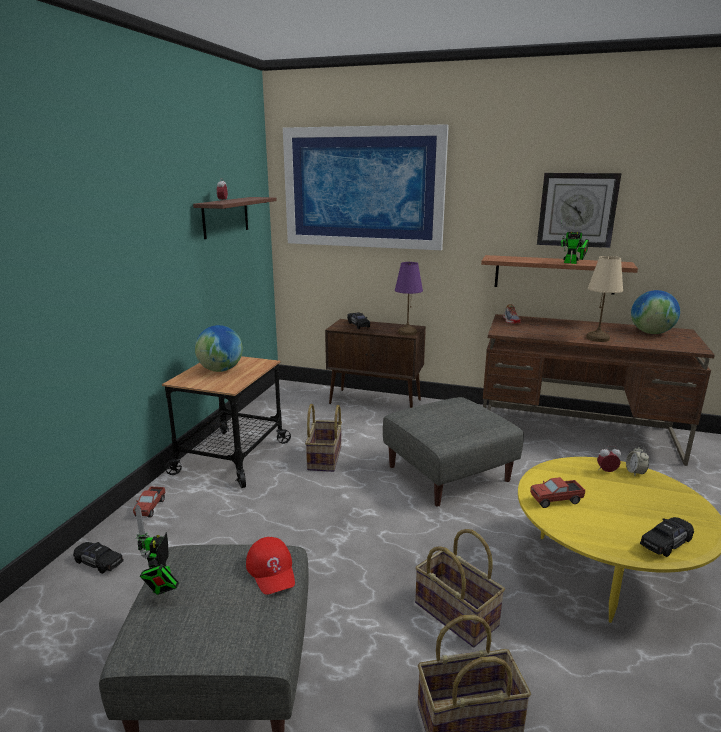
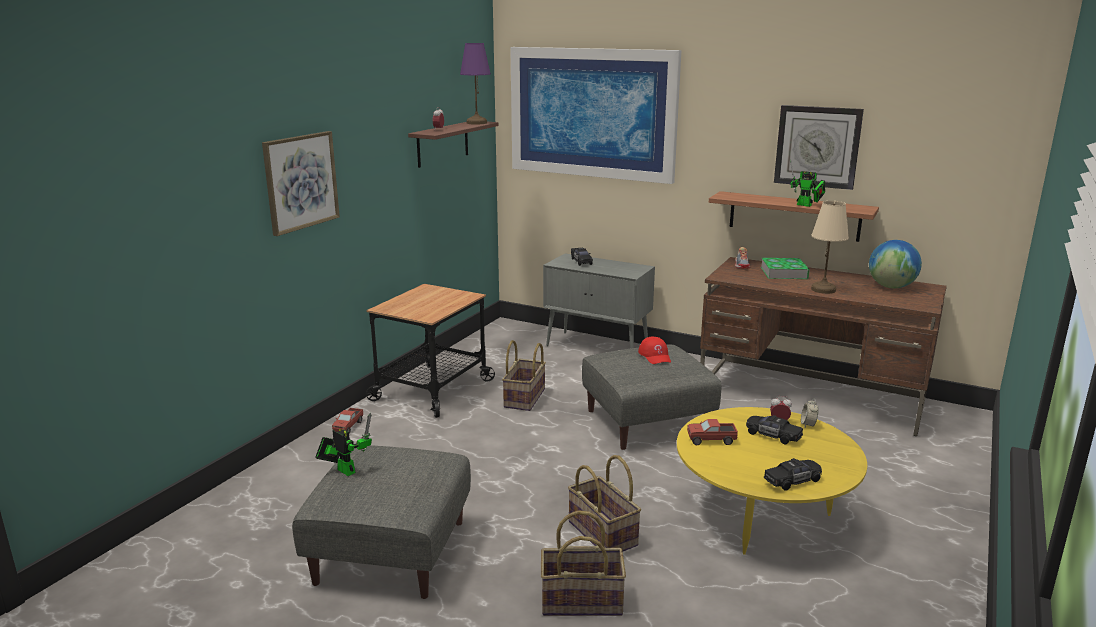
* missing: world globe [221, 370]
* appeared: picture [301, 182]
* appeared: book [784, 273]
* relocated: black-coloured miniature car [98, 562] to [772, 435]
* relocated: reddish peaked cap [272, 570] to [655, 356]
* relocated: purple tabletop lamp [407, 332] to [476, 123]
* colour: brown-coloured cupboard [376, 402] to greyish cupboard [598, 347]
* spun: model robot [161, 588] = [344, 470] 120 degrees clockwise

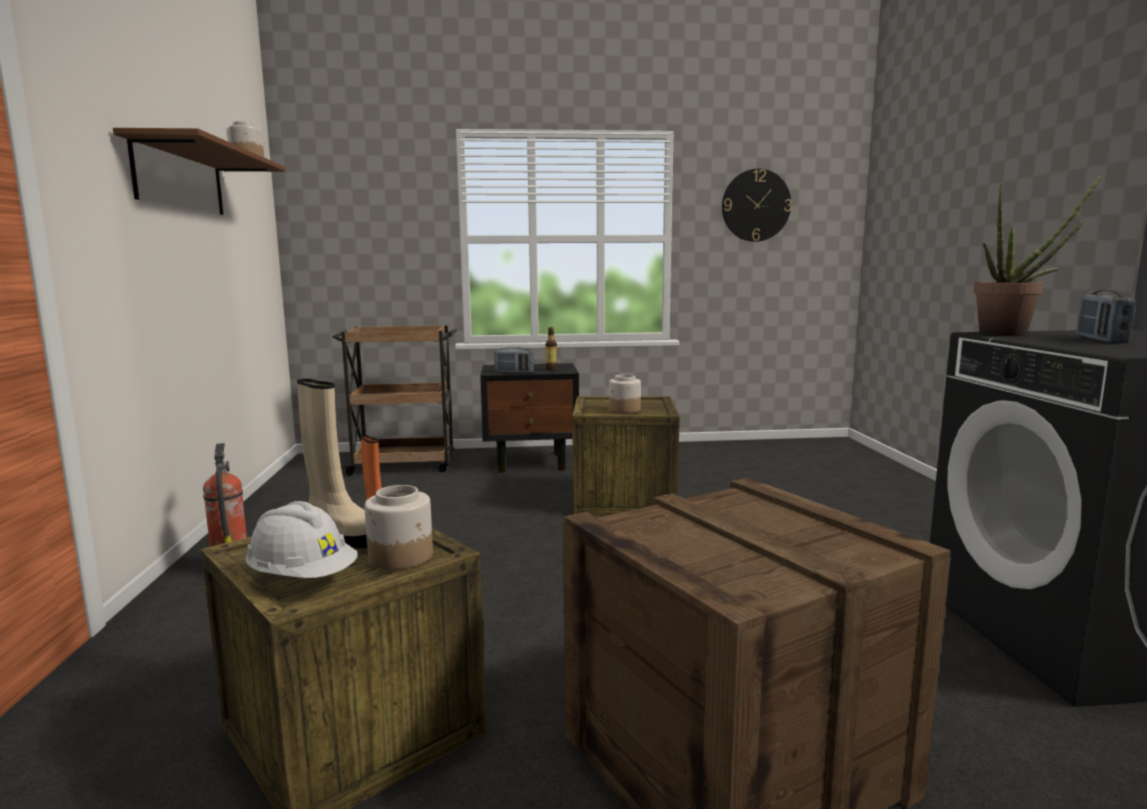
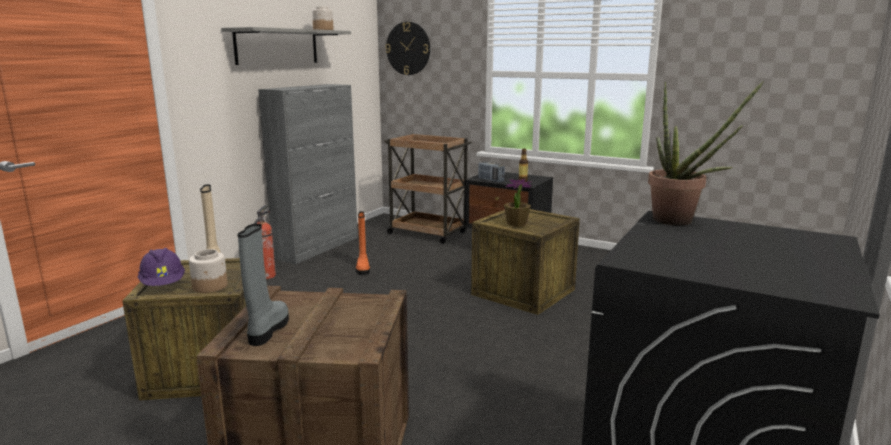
* missing: radio receiver [1100, 340]
* appeared: greyish boot [268, 329]
* appeared: greyish cupboard [318, 247]
* relocated: wall clock [756, 205] to [408, 48]
* exchanged: jar [624, 409] to plant in a pot [516, 223]
* colour: brown-coloured wall shelf [180, 179] to greyish wall shelf [277, 46]
* colour: white safety helmet [303, 578] to purple safety helmet [163, 285]

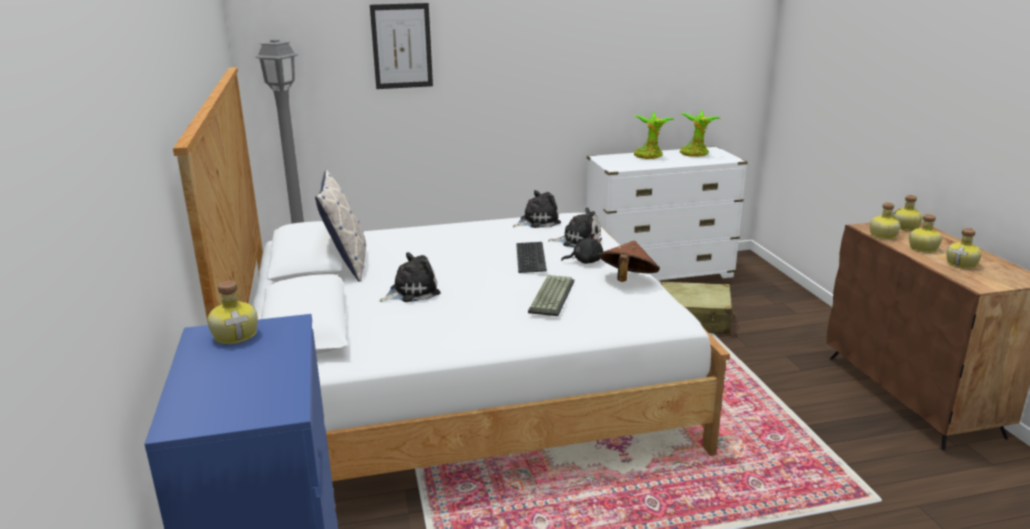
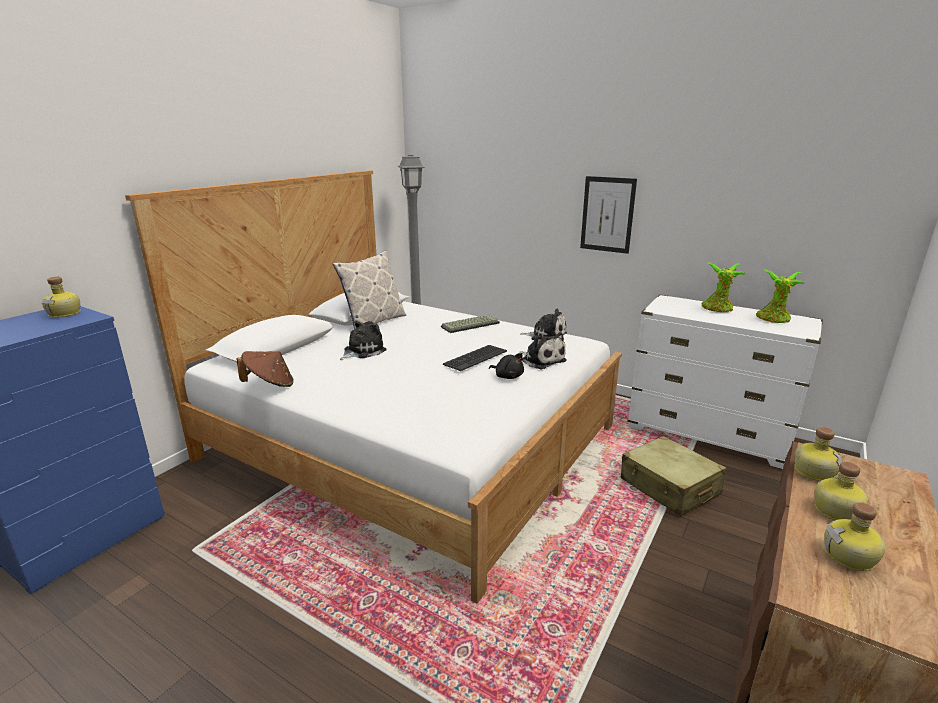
* missing: drink bottle [905, 227]
* relocated: picture [402, 46] to [607, 214]
* relocated: computer keyboard [550, 296] to [470, 324]
* relocated: brown-coloured clothing hat [628, 280] to [270, 385]
* spun: plush toy [411, 292] = [362, 351] 60 degrees counterclockwise

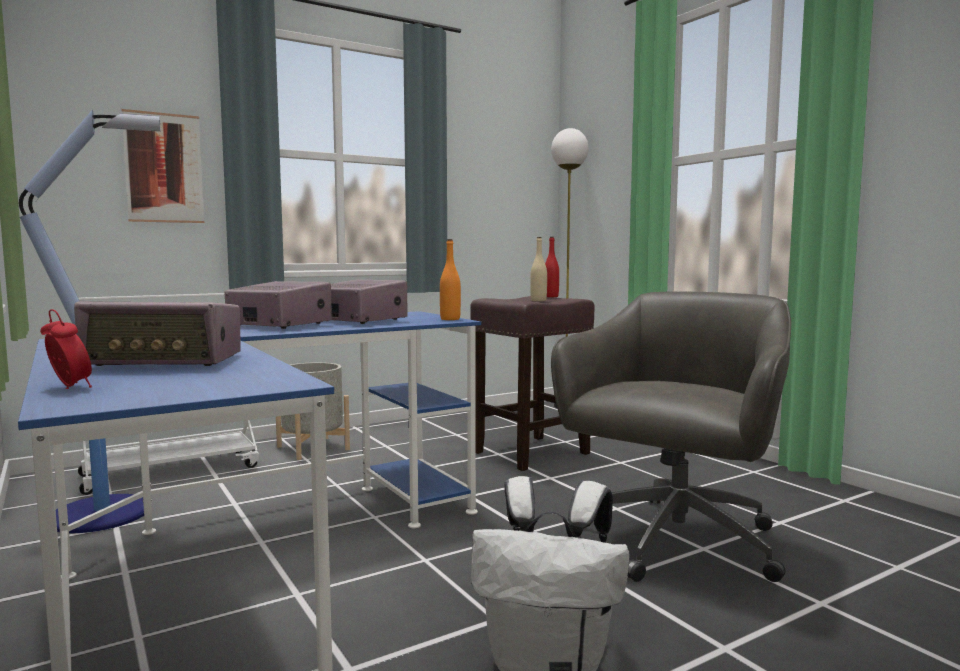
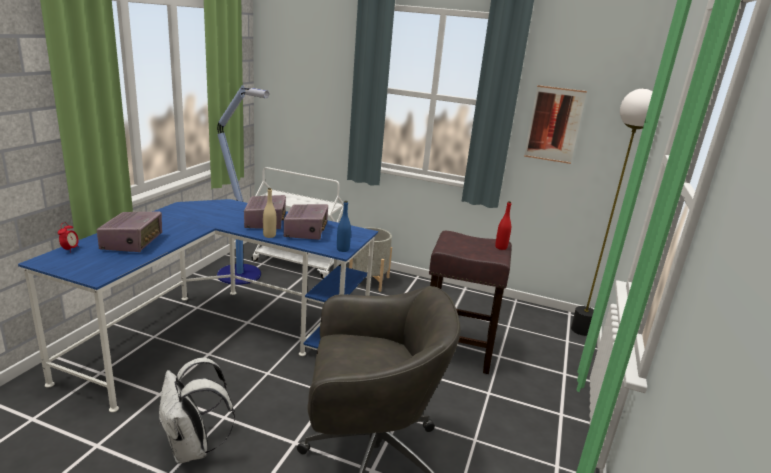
* relocated: picture [164, 168] to [554, 124]
* relocated: sand-coloured drink bottle [538, 300] to [269, 235]
* colour: orangey drink bottle [450, 319] to bluish drink bottle [343, 249]
* spun: radio receiver [167, 362] = [133, 242] 135 degrees counterclockwise

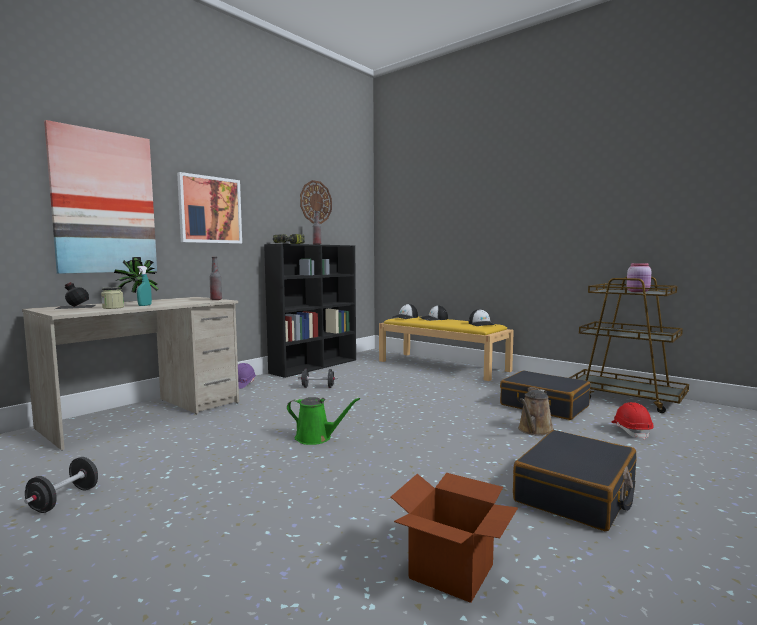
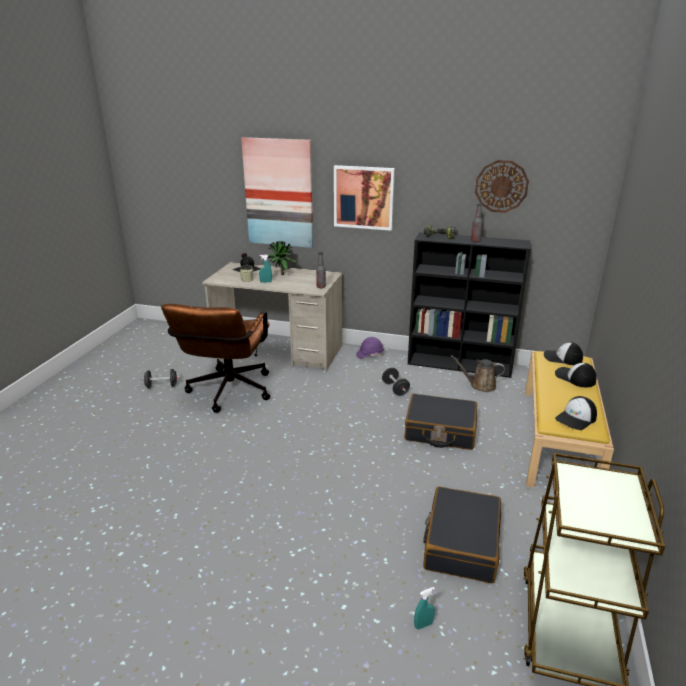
* missing: greenish watering can [316, 438]
* missing: packing box [451, 572]
* missing: pink-coloured jar [638, 291]
* appeared: brown-coloured office chair [227, 394]
* relocated: black-coloured suitcase [576, 494] to [440, 431]
* relocated: brown-coloured watering can [534, 430] to [480, 385]
* exchanged: reddish safety helmet [631, 431] to blue-green hand sprayer [423, 625]

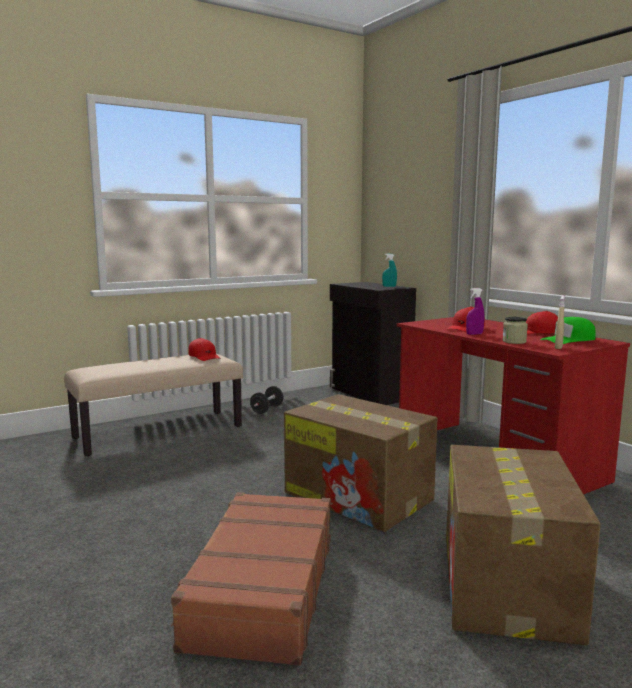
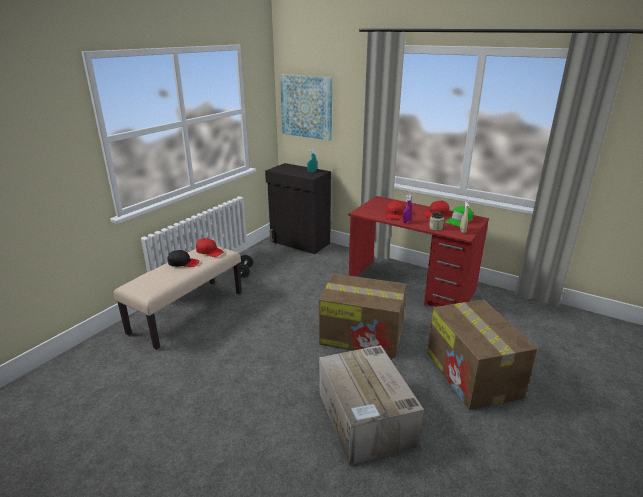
* appeared: black-coloured peaked cap [183, 263]
* appeared: picture [307, 106]
* exchanged: brown-coloured suitcase [261, 590] to packing box [366, 418]

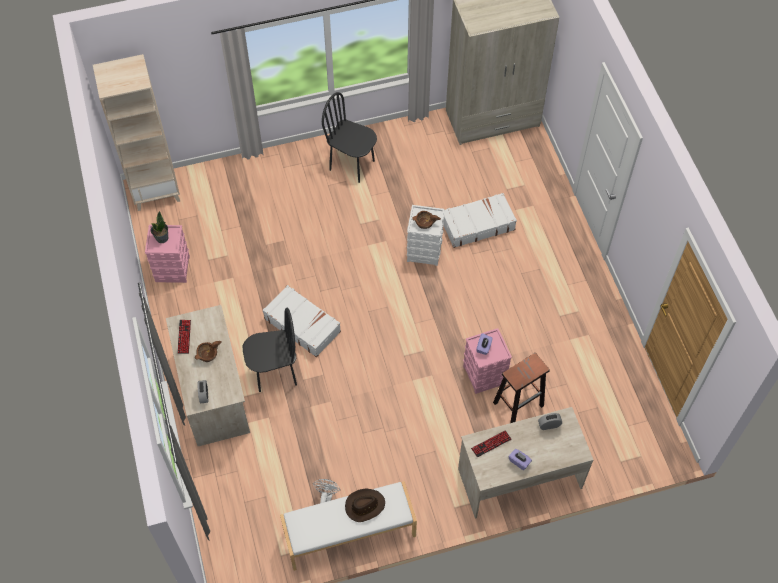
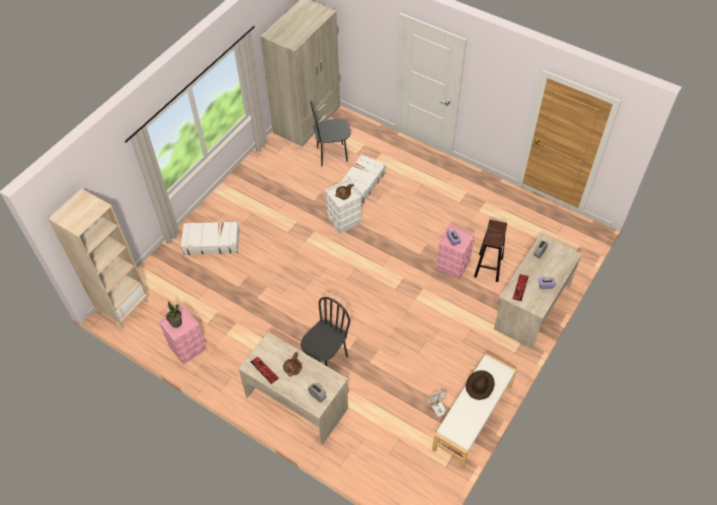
* relocated: white suitcase [302, 324] to [211, 242]
* relocated: black-coloured plain chair [352, 165] to [332, 154]

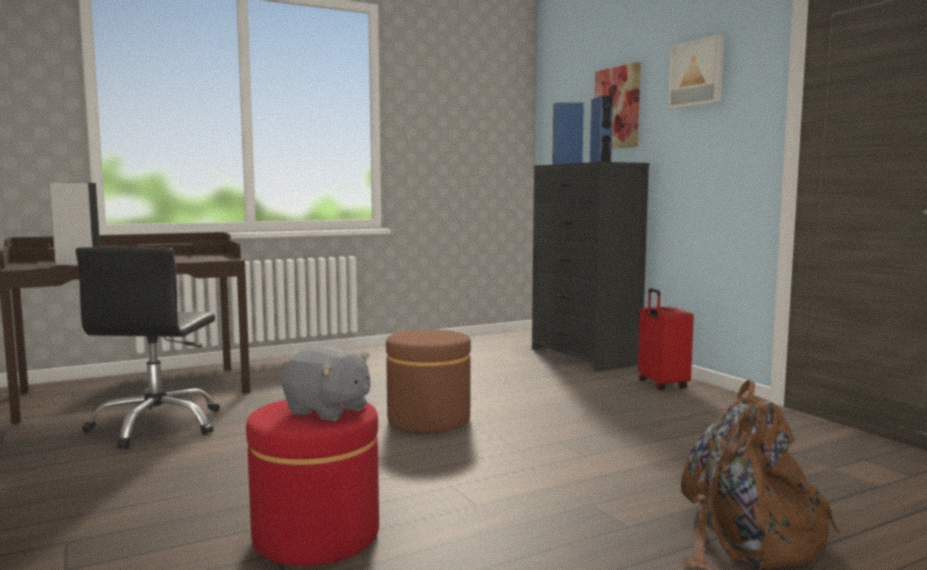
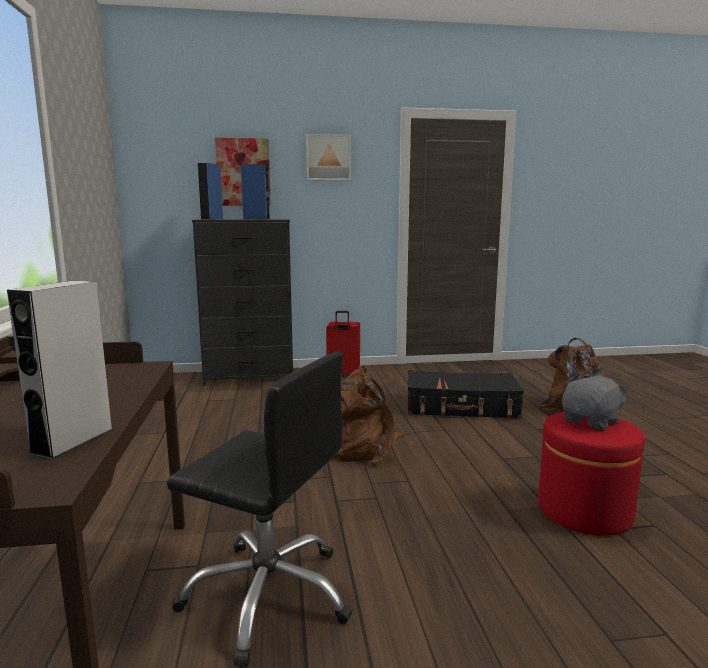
* appeared: black-coloured suitcase [461, 407]
* exchanged: brown-coloured ottoman [428, 419] to brown-coloured rucksack [362, 447]

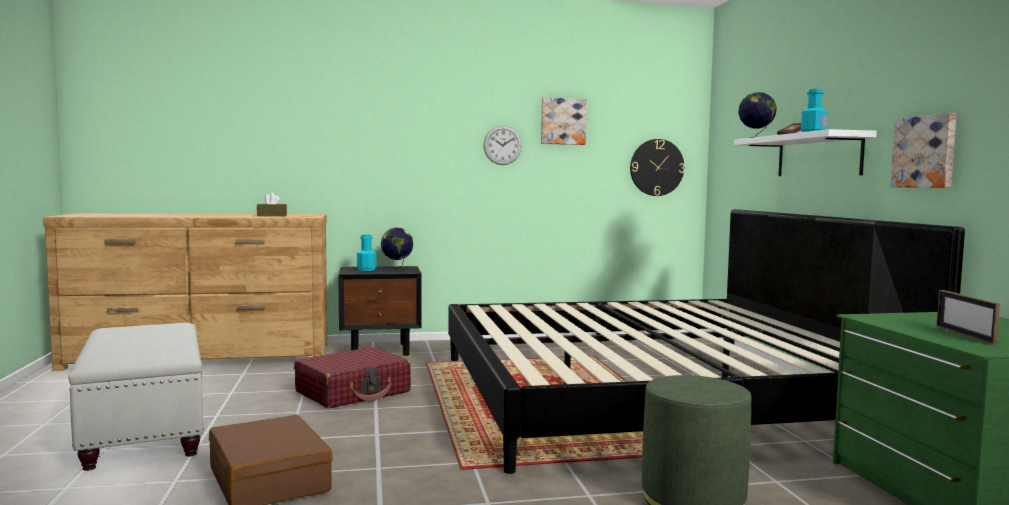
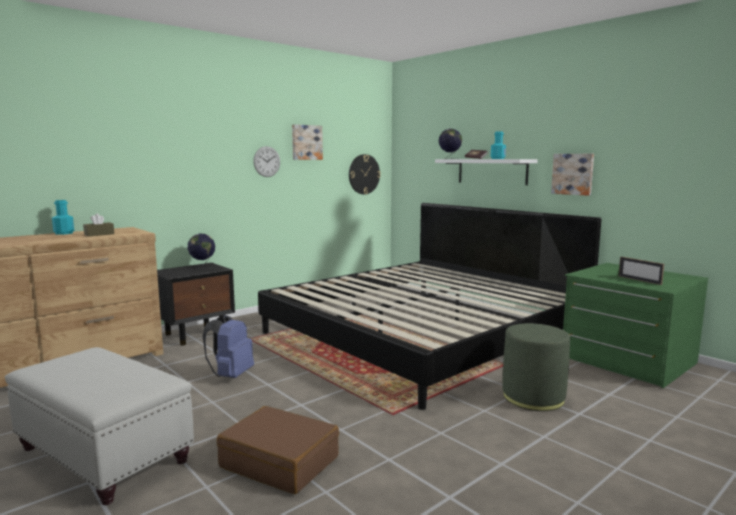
* relocated: blue-green drink bottle [366, 269] to [64, 233]
* exchanged: reddish suitcase [353, 392] to bluish rucksack [231, 375]

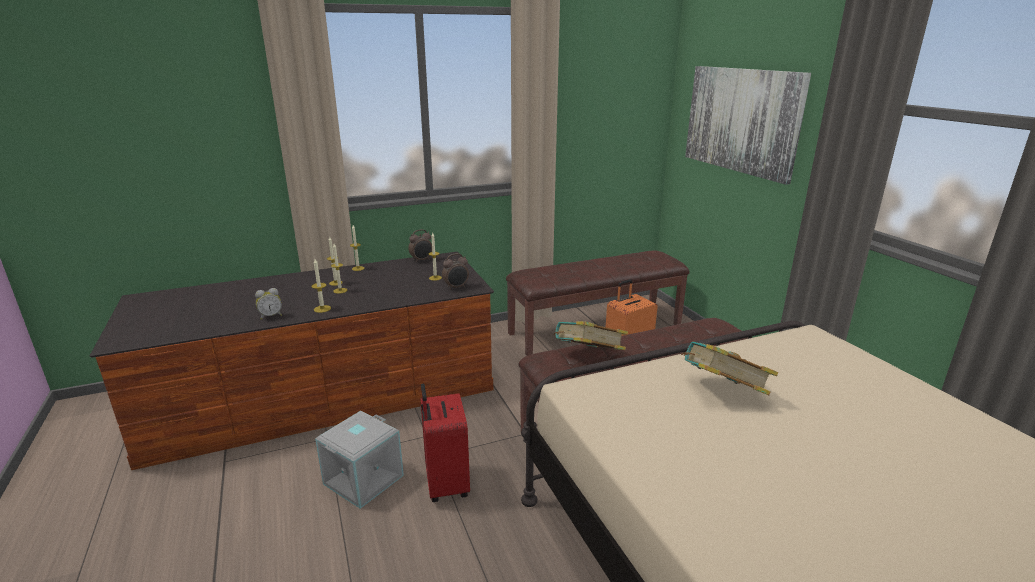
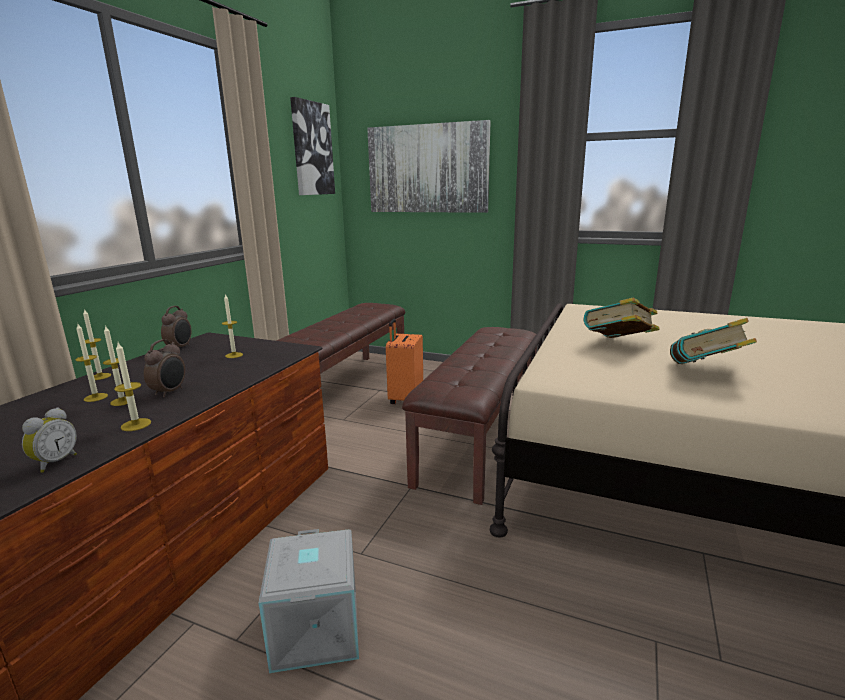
* missing: reddish suitcase [445, 485]
* appeared: picture [311, 149]
* relocated: table clock [456, 287] to [170, 392]
* relocated: book [588, 357] to [705, 373]

